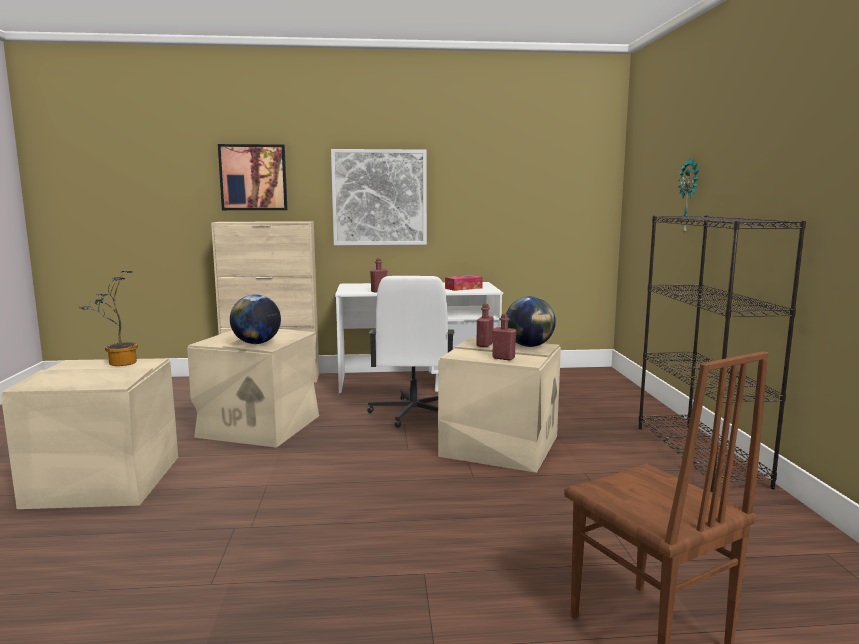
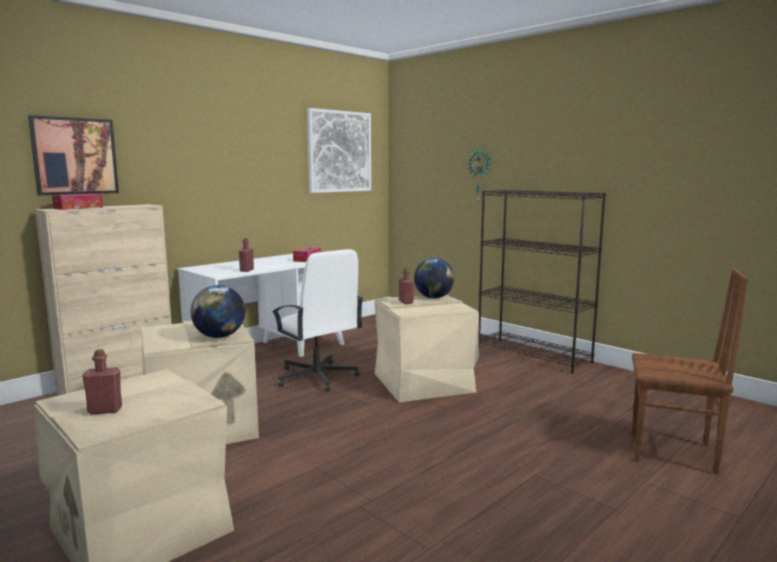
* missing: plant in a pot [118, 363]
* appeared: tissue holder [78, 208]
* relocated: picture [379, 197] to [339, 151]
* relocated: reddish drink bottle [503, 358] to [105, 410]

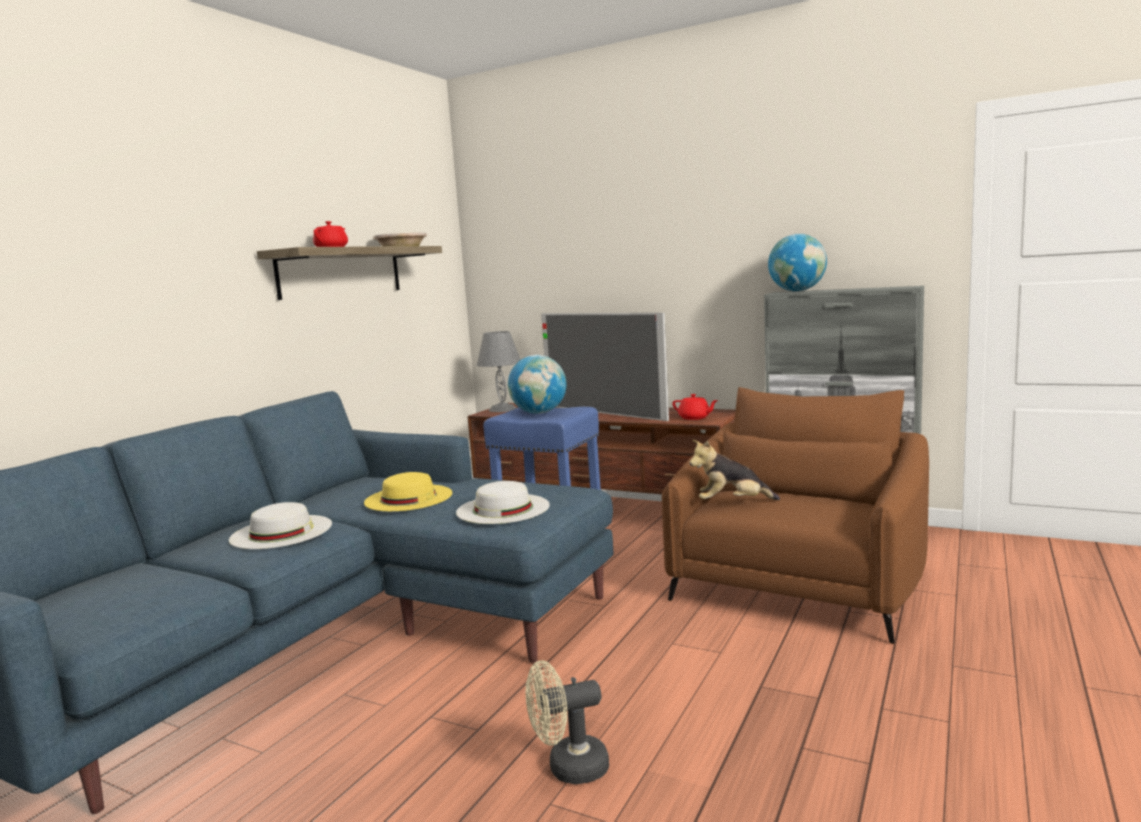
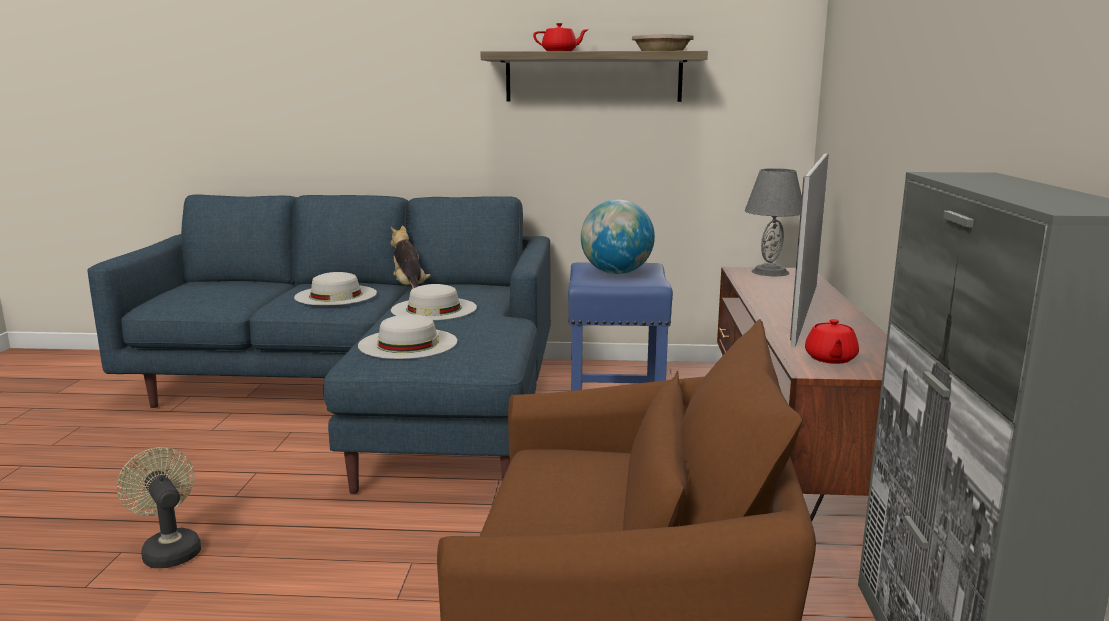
* missing: world globe [797, 291]
* relocated: plush toy [732, 503] to [410, 288]
* colour: yellow-coloured clothing hat [408, 498] to white clothing hat [434, 309]

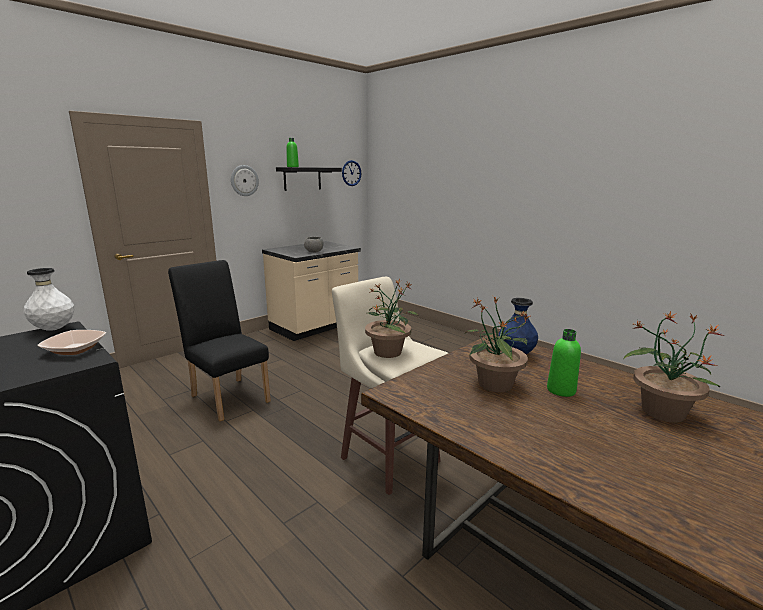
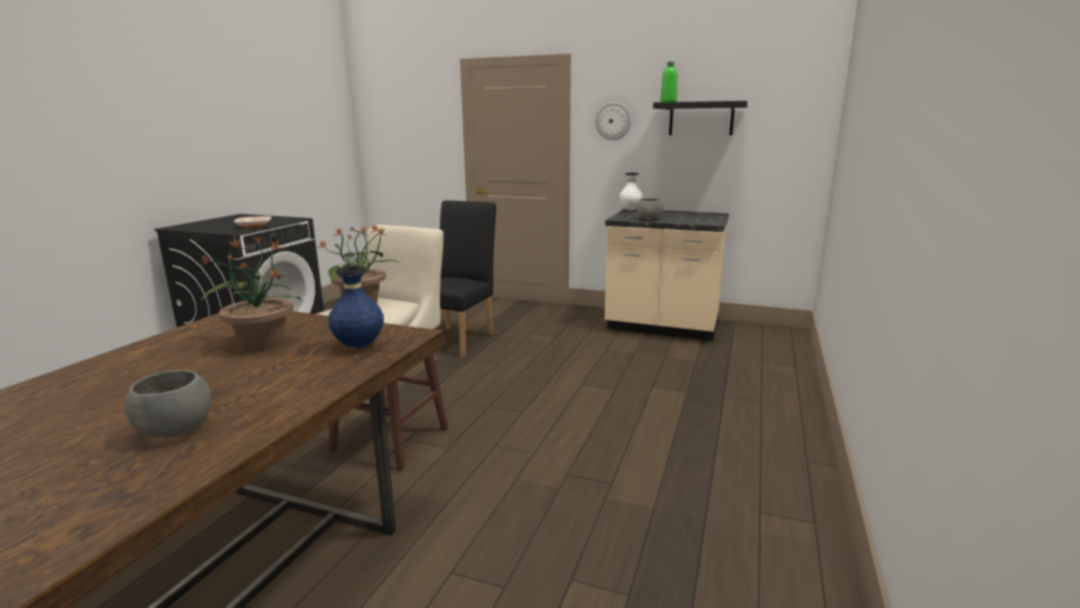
* missing: wall clock [351, 173]
* missing: greenish drink bottle [561, 390]
* relocated: white decorative vase [54, 329] to [630, 210]
* exchanged: plant in a pot [662, 411] to greyish deep dish [175, 431]

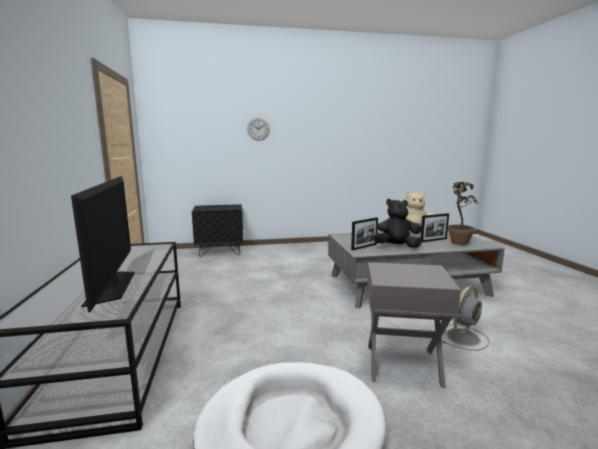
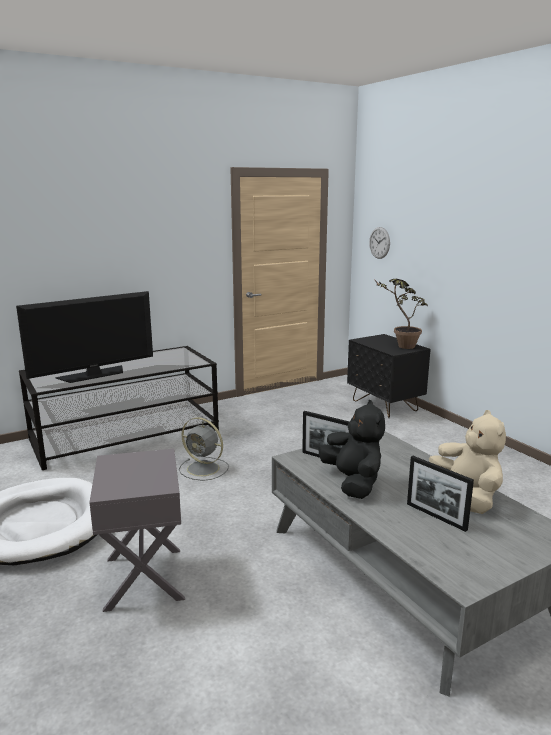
* relocated: wall clock [258, 129] to [379, 242]
* relocated: greyish cooling fan [463, 337] to [204, 469]
* relocated: plant in a pot [458, 244] to [400, 346]

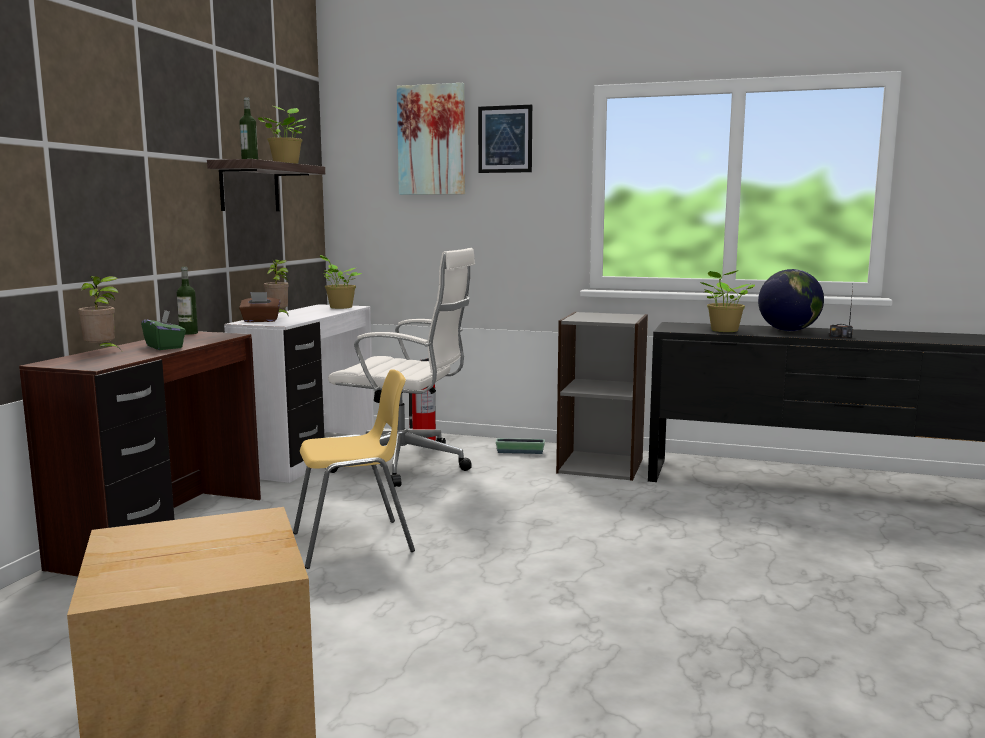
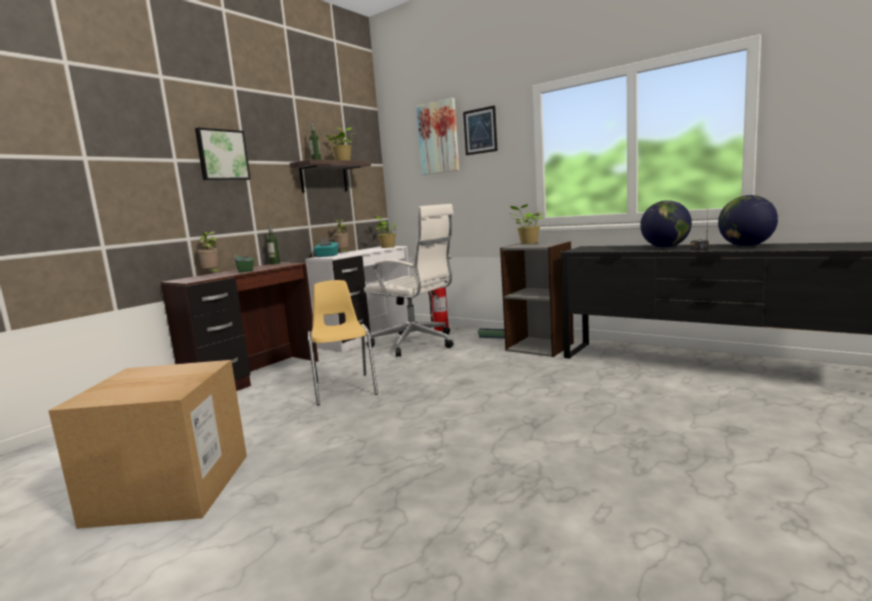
* appeared: picture [222, 155]
* appeared: world globe [746, 246]
* relocated: plant in a pot [723, 331] to [528, 243]
* colour: brown-coloured tissue holder [260, 321] to blue-green tissue holder [327, 256]
* spun: yellow-coloured plain chair [354, 543] = [344, 388] 105 degrees counterclockwise

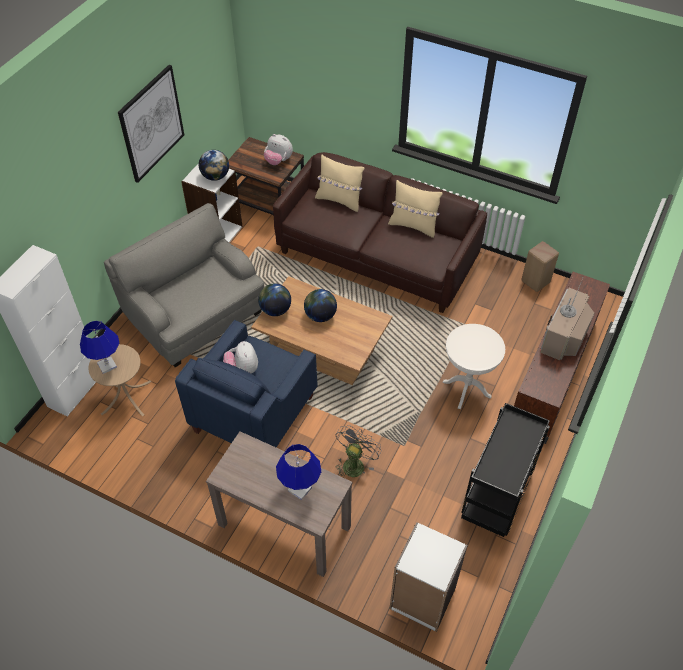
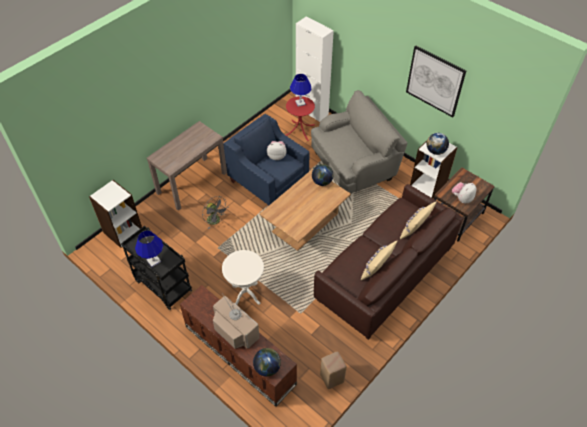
* relocated: bluish tabletop lamp [300, 489] to [153, 261]
* relocated: world globe [320, 316] to [267, 367]
* colour: sand-coloured accent table [126, 397] to reddish accent table [300, 130]

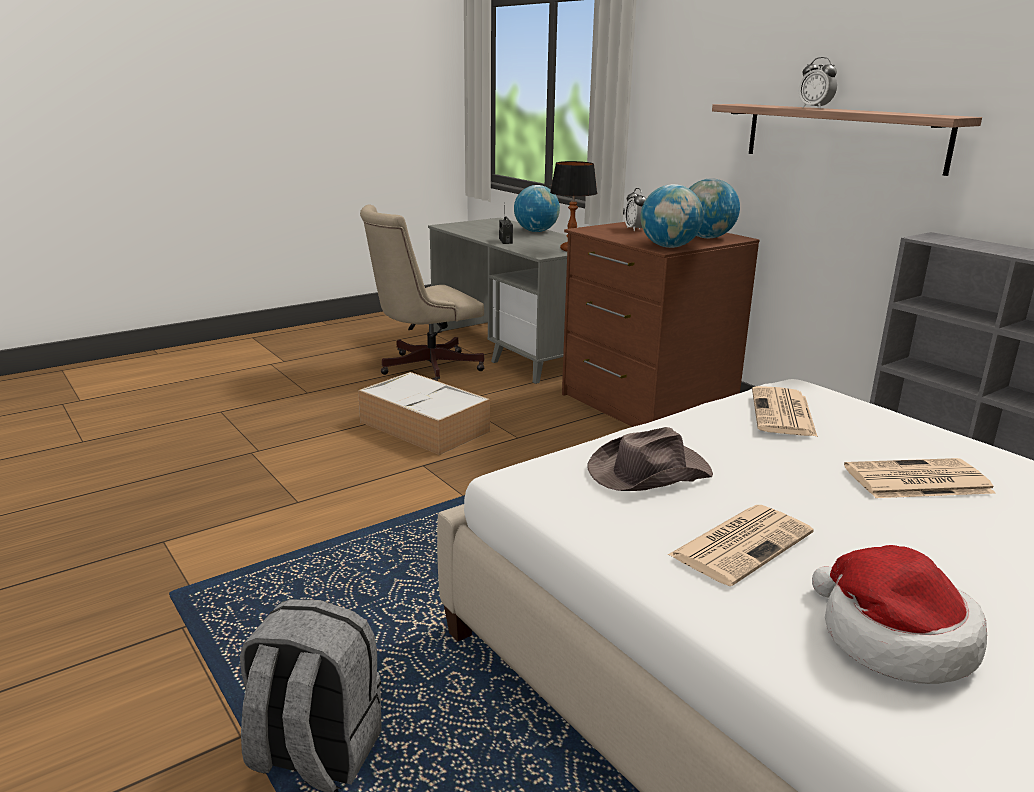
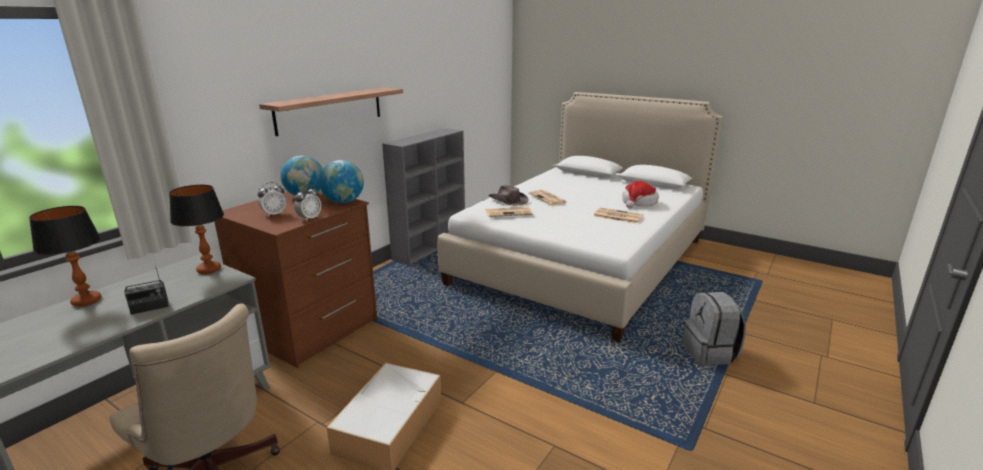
* relocated: brown-coloured clothing hat [647, 472] to [508, 200]
* relocated: table clock [814, 108] to [309, 218]
* exchanged: world globe [536, 231] to tabletop lamp [86, 301]

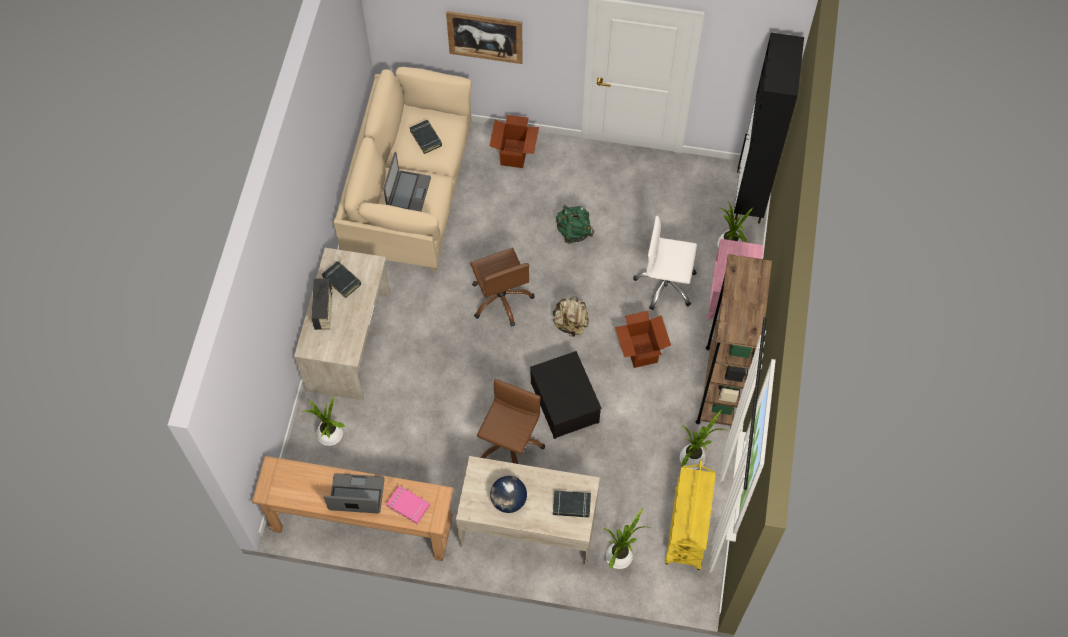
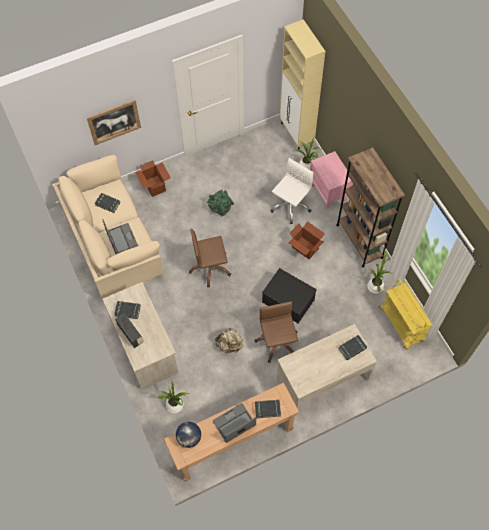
* missing: plant in a pot [621, 555]
* relocated: world globe [509, 500] to [189, 438]
* relocated: sand-coloured rucksack [571, 324] to [230, 345]
* colour: pink-coloured book [408, 505] to black-coloured book [267, 409]
* colour: black-coloured cupboard [750, 197] to sand-coloured cupboard [296, 135]
* spun: brown-coloured office chair [501, 299] = [210, 268] 135 degrees clockwise
* spun: white office chair [665, 284] = [290, 206] 150 degrees clockwise

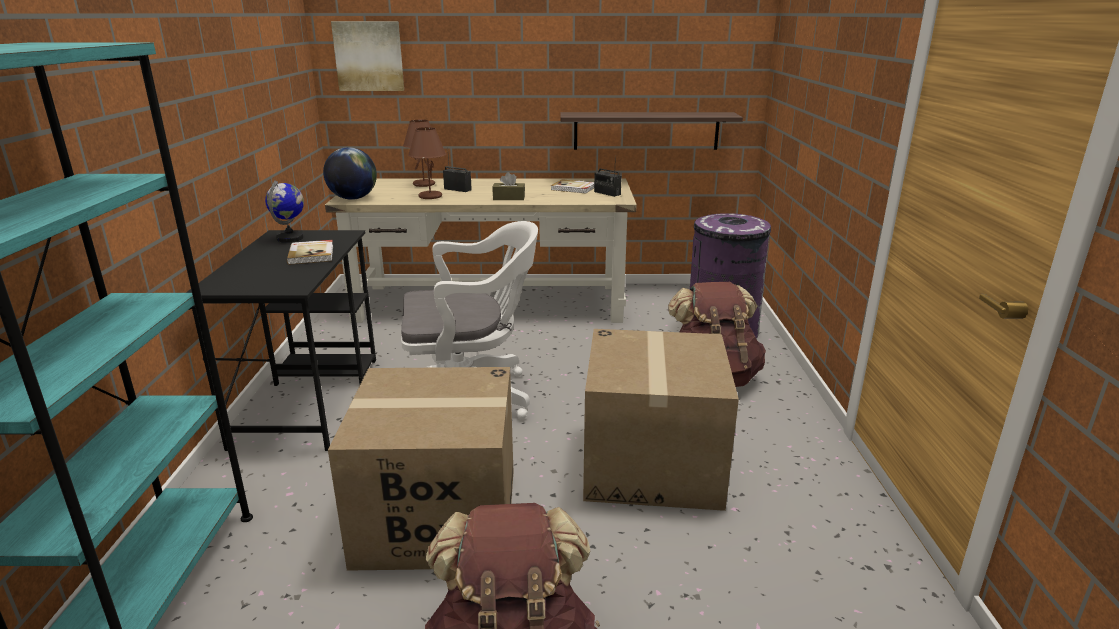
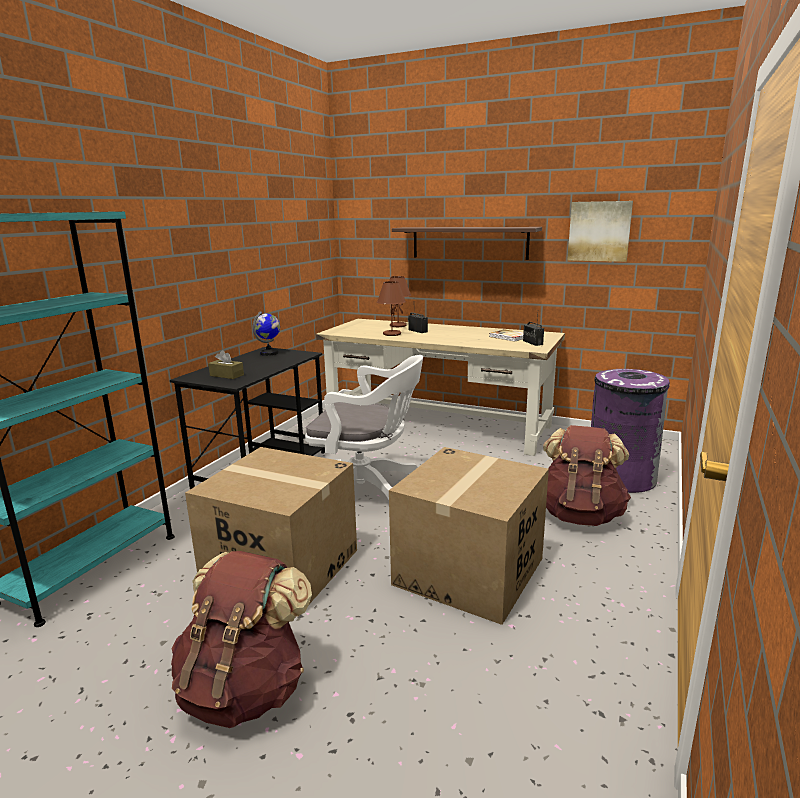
* missing: book [312, 254]
* missing: world globe [353, 198]
* relocated: picture [369, 56] to [599, 231]
* relocated: brown-coloured tissue holder [509, 198] to [226, 375]
* relocated: wall shelf [646, 131] to [469, 242]

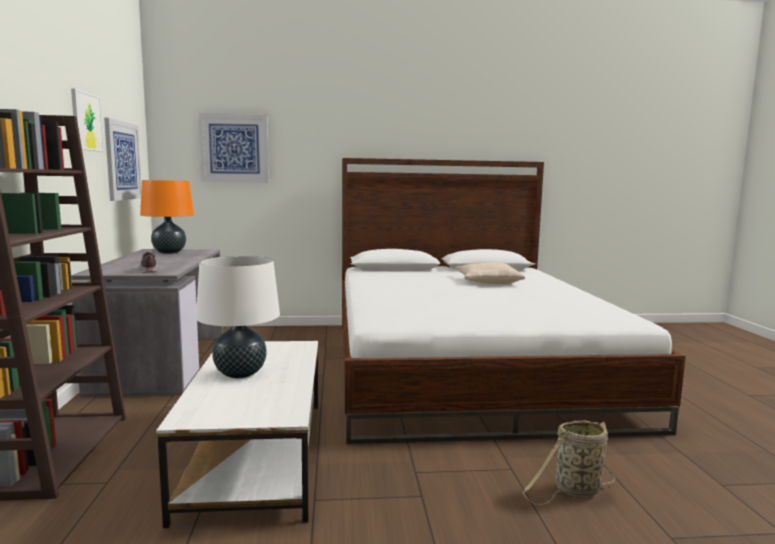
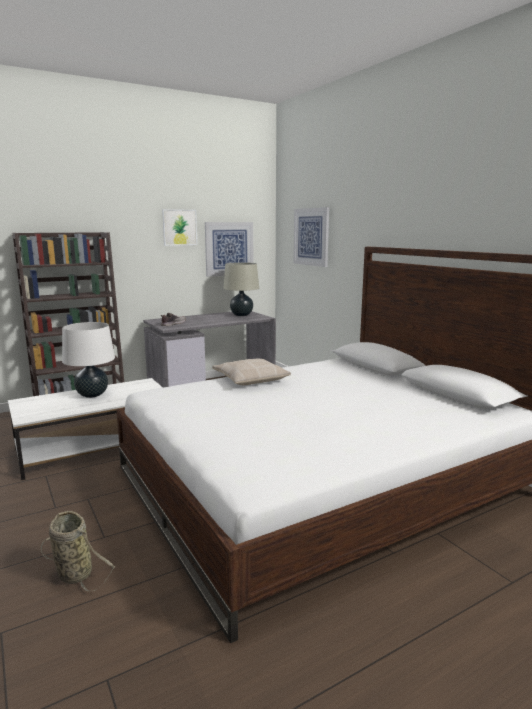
* relocated: sand-coloured pillow [487, 281] to [250, 379]
* colour: orangey tabletop lamp [169, 252] to sand-coloured tabletop lamp [241, 315]

